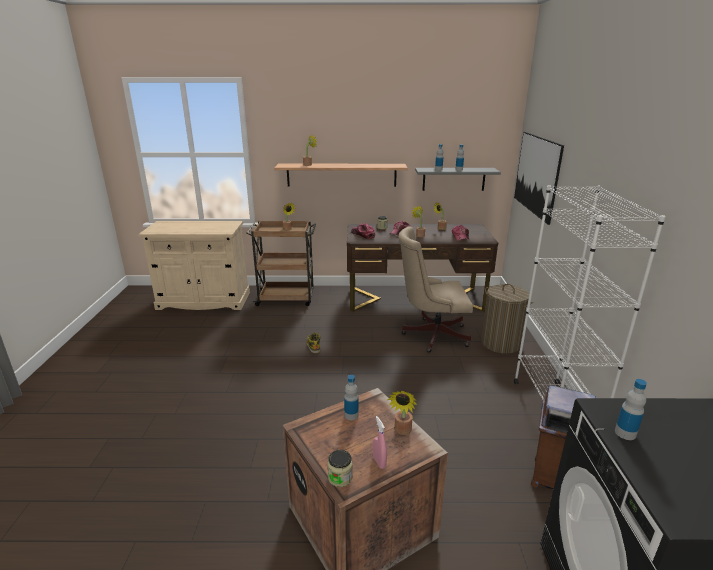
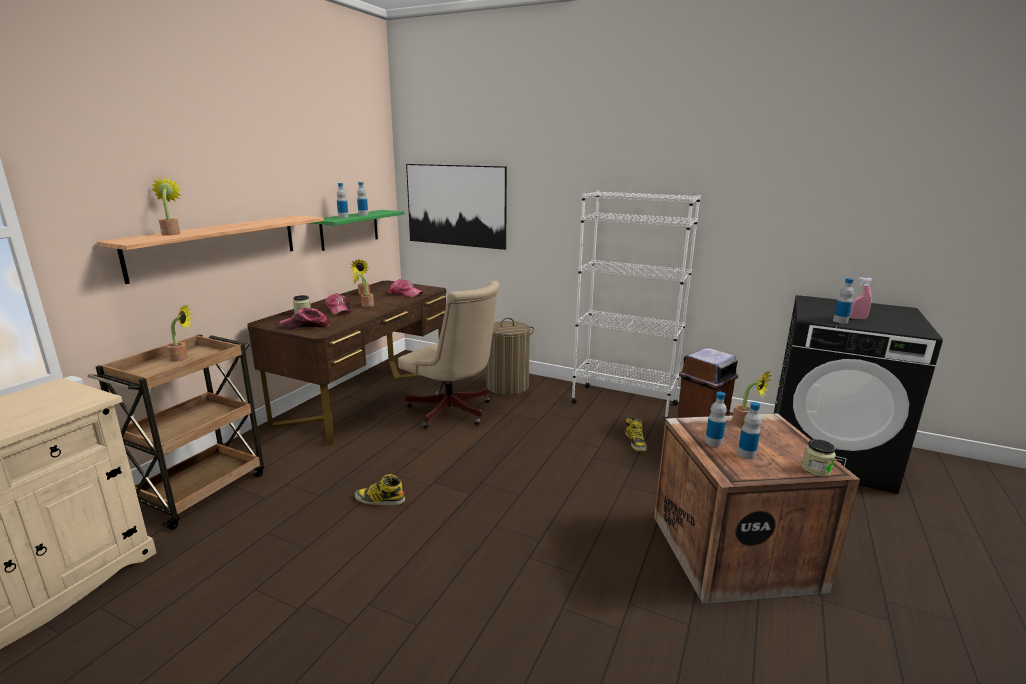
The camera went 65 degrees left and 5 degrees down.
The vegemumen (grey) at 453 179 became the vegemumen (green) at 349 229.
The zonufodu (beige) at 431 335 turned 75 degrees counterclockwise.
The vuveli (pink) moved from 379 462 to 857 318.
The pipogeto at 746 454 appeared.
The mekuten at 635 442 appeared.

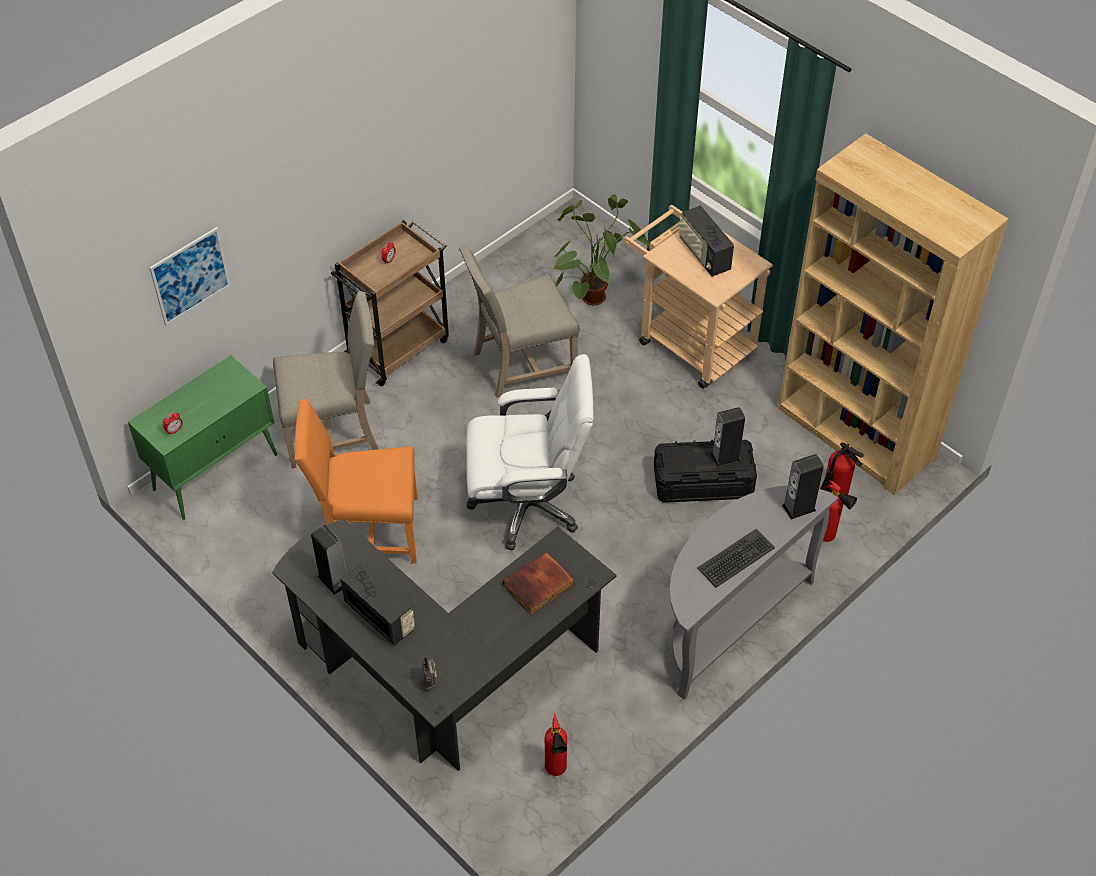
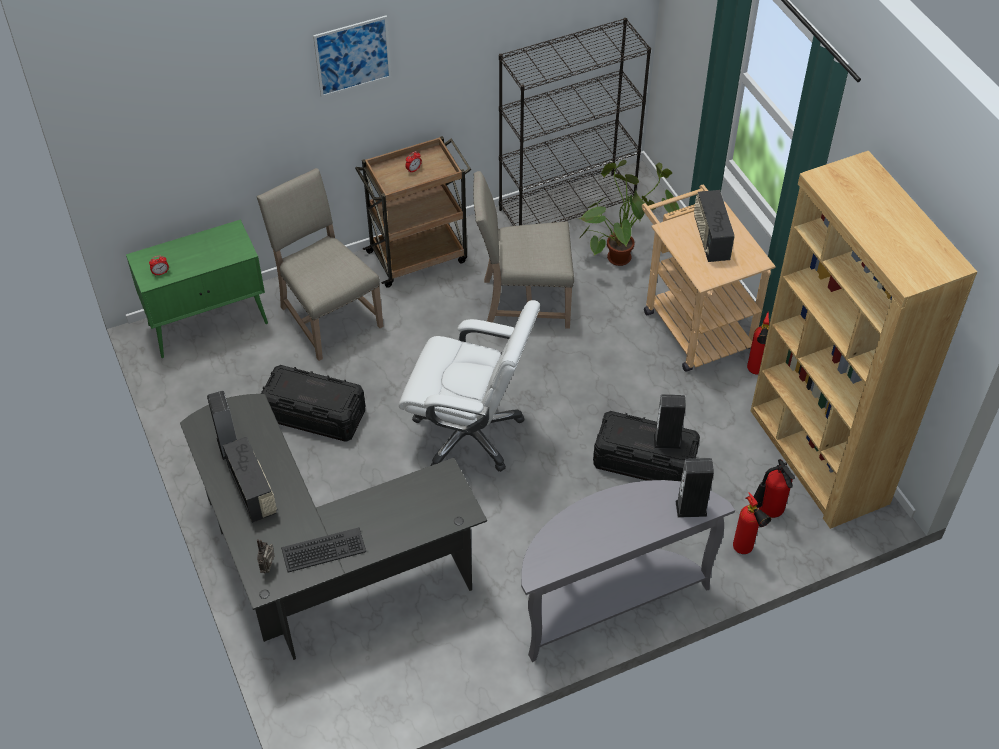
The camera went 20 degrees right and 0 degrees up.
The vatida moved from 190 276 to 353 56.
The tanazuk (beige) at 334 431 turned 135 degrees counterclockwise.
The tanazuk (orange) at 367 531 was replaced by the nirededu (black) at 314 414.
The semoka moved from 736 559 to 324 551.
The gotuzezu at 539 586 disappeared.
The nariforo moved from 556 772 to 755 372.
The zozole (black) at 567 206 appeared.

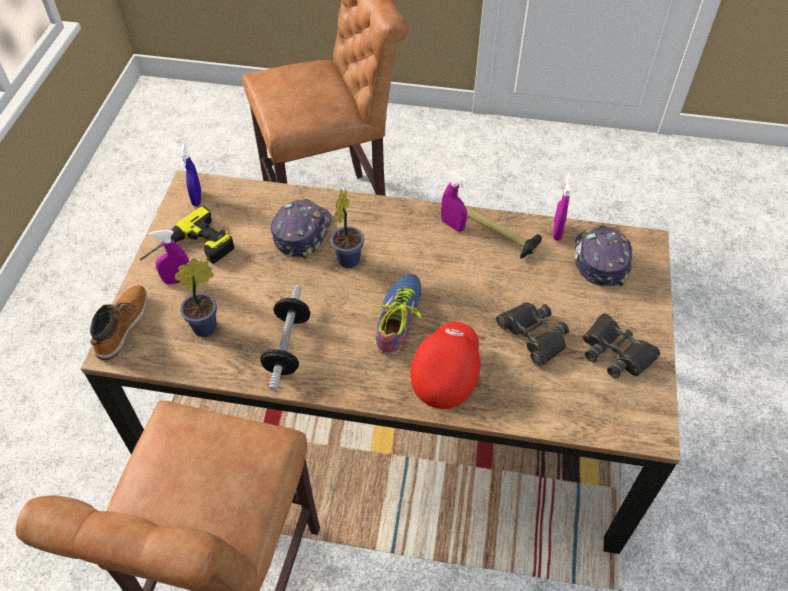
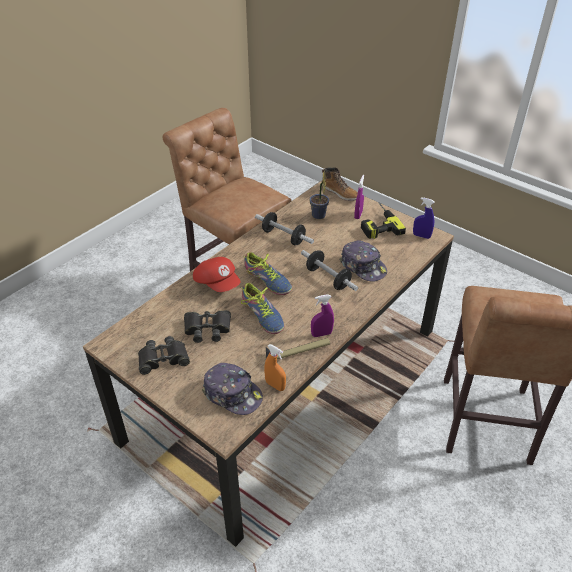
The camera went 120 degrees right and 10 degrees down.
The vuveli (purple) at 557 231 became the vuveli (orange) at 275 385.
The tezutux at 349 257 was replaced by the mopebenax at 328 278.
The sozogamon at 263 315 appeared.

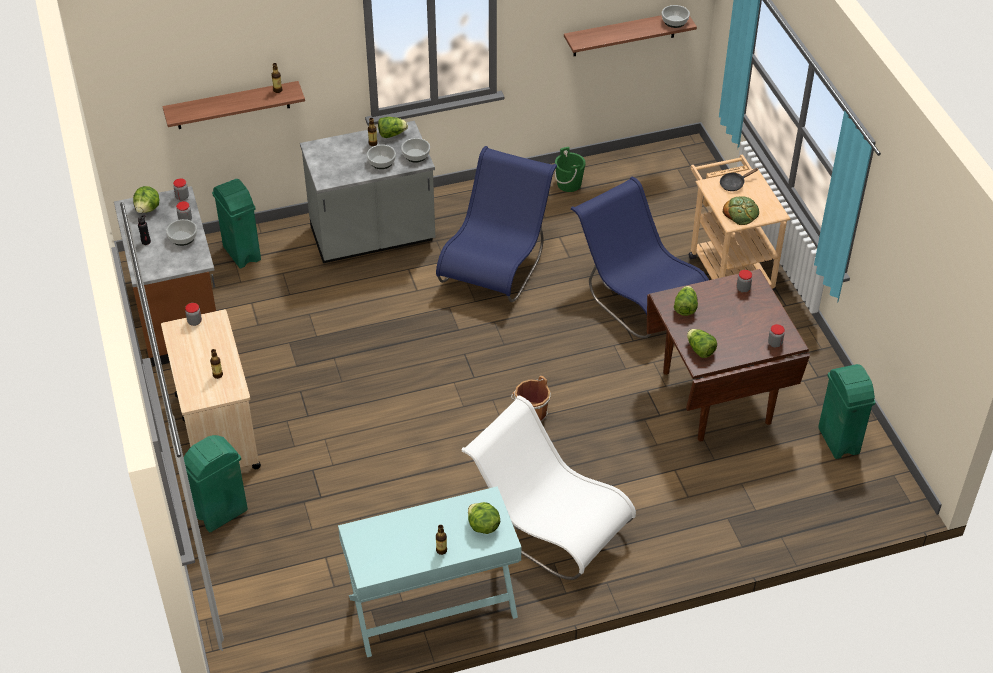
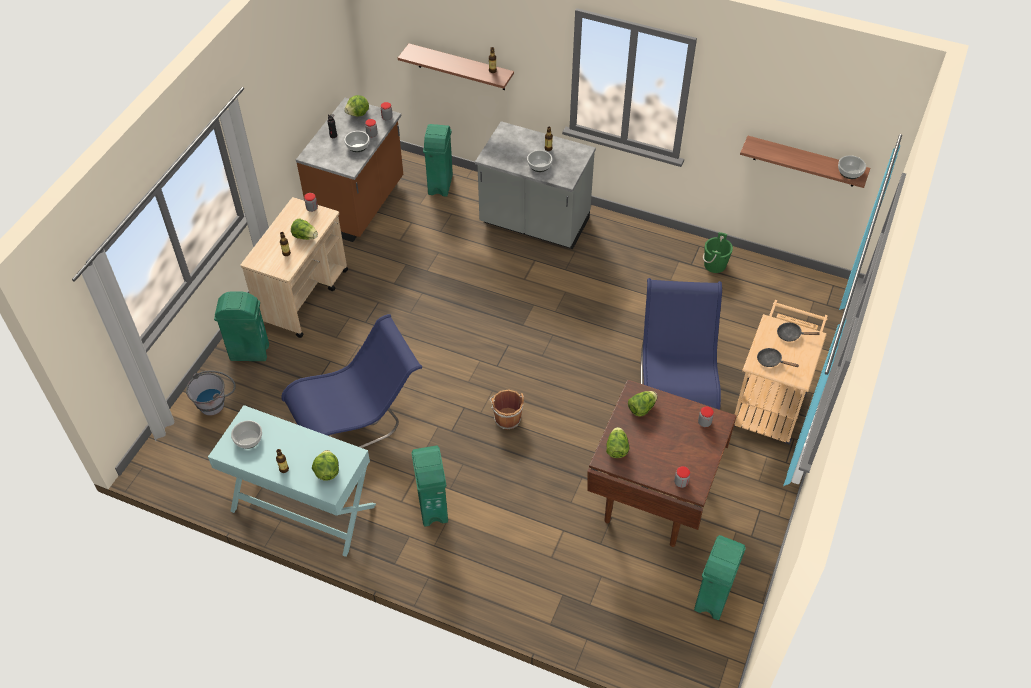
The camera went 40 degrees right and 5 degrees up.
The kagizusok moved from 392 134 to 305 236.
The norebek moved from 416 155 to 248 439.
The tanazuk (blue) moved from 496 264 to 356 417.
The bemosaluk at 741 212 was replaced by the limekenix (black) at 771 361.
The tanazuk (white) at 548 526 was replaced by the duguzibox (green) at 433 507.
The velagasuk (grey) at 216 402 appeared.

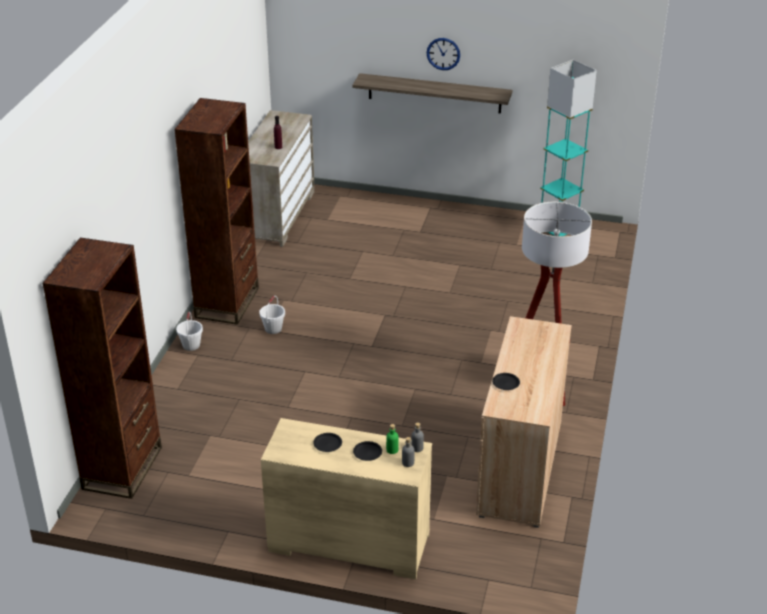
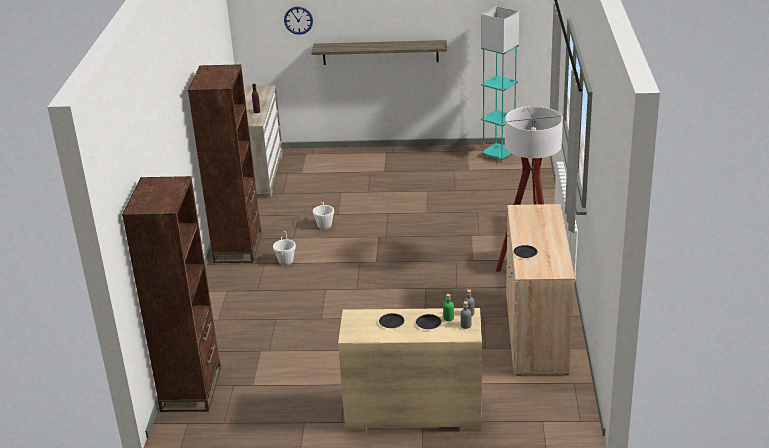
The camera went 10 degrees left and 5 degrees down.
The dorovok moved from 443 53 to 298 20.
The velagasuk (white) moved from 191 345 to 324 226.

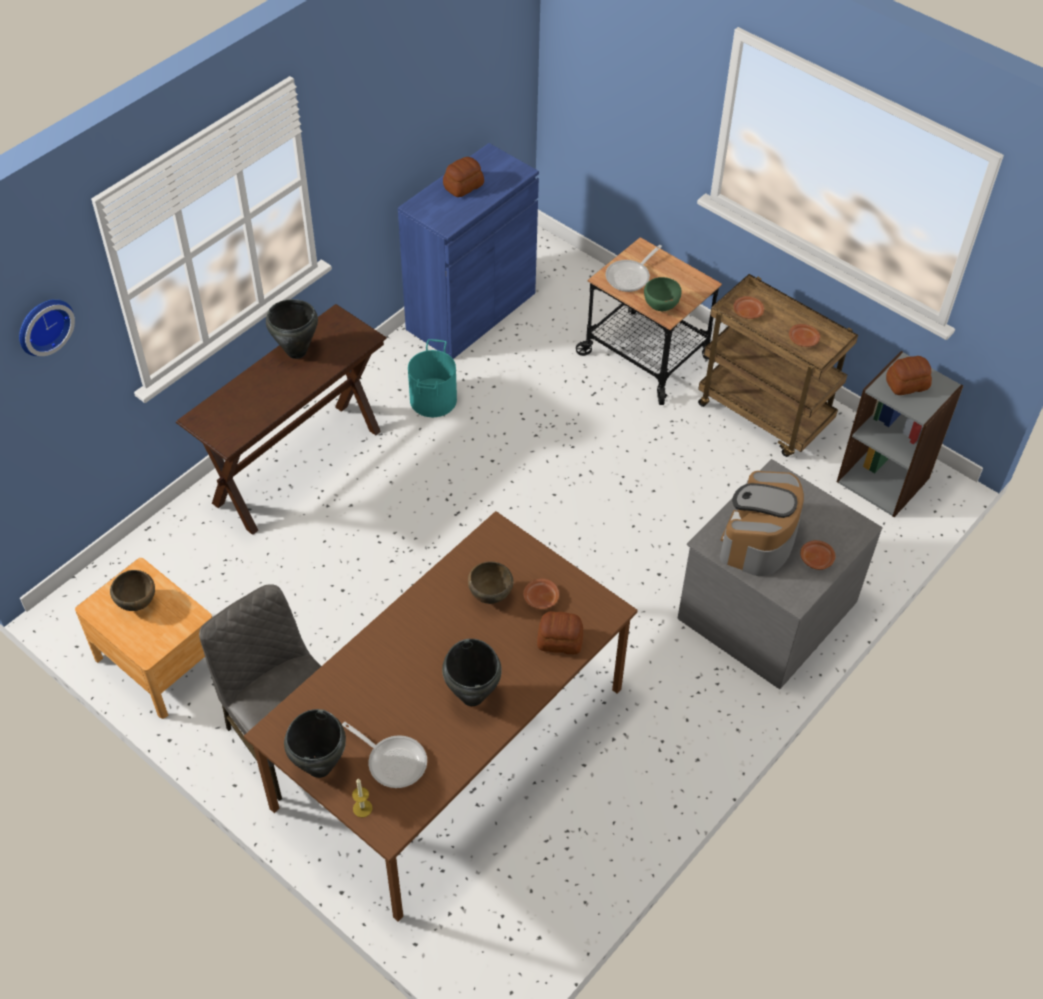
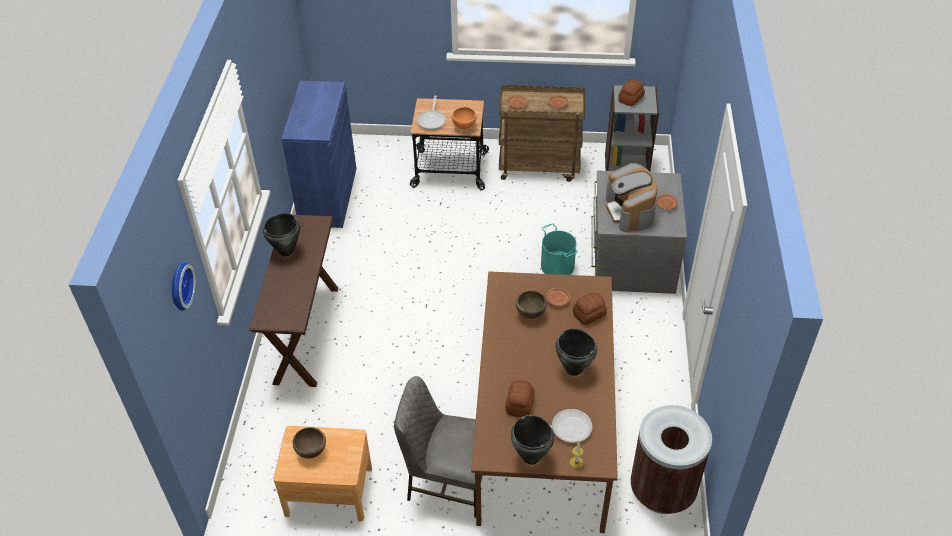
The camera went 35 degrees left and 5 degrees down.
The bemosaluk moved from 463 186 to 519 405.
The norebek (green) at 661 308 became the norebek (orange) at 464 127.
The velagasuk (turquoise) moved from 432 399 to 557 266.
The duguzibox (brown) at 662 491 appeared.

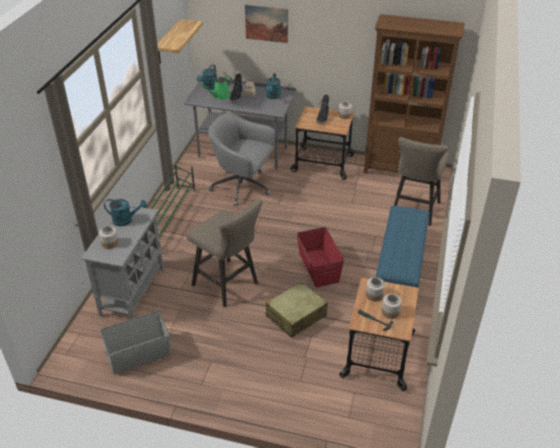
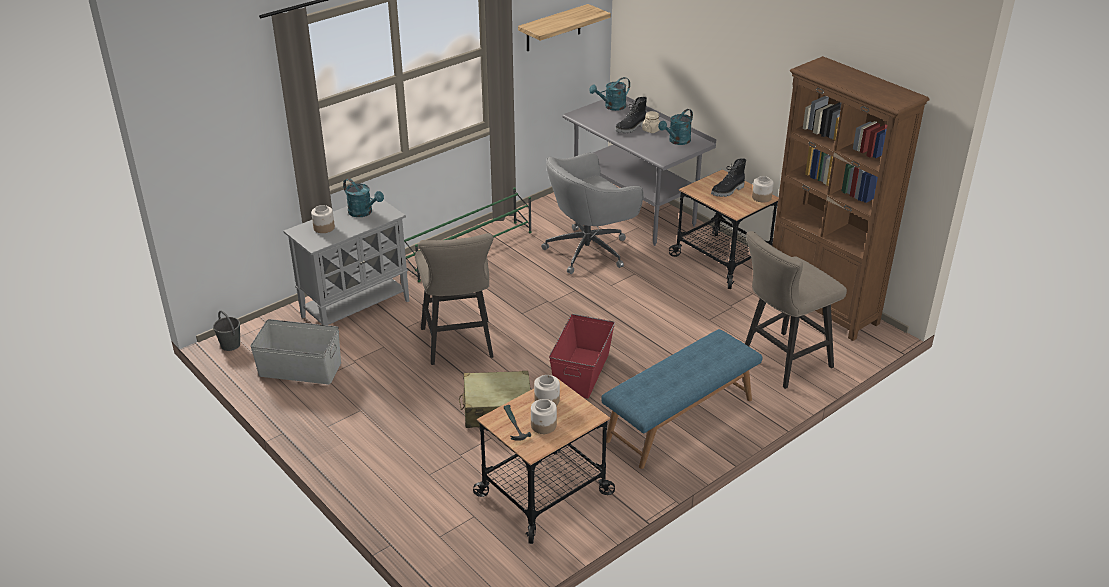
The camera went 35 degrees right and 5 degrees down.
The vatida at 266 23 disappeared.
The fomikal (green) at 220 96 disappeared.
The zonufodu (grey) at 242 187 turned 90 degrees counterclockwise.
The velagasuk (grey) at 230 345 appeared.

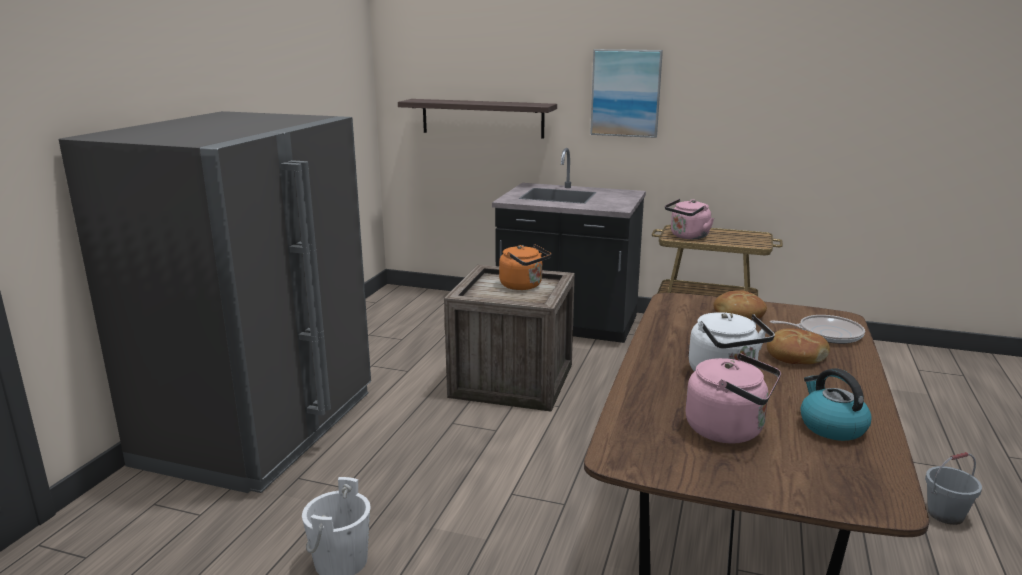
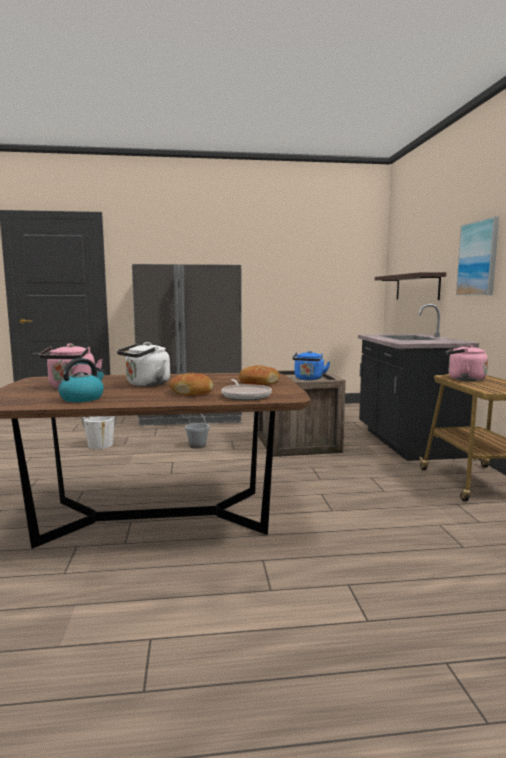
The camera went 65 degrees right and 10 degrees down.
The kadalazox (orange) at 523 286 became the kadalazox (blue) at 309 379.
The velagasuk (grey) moved from 945 514 to 197 445.

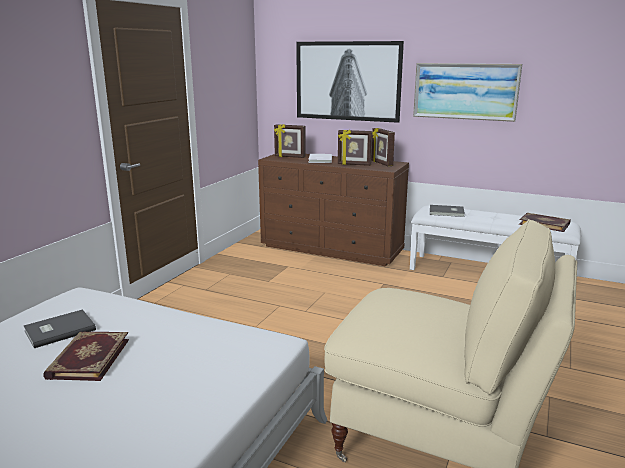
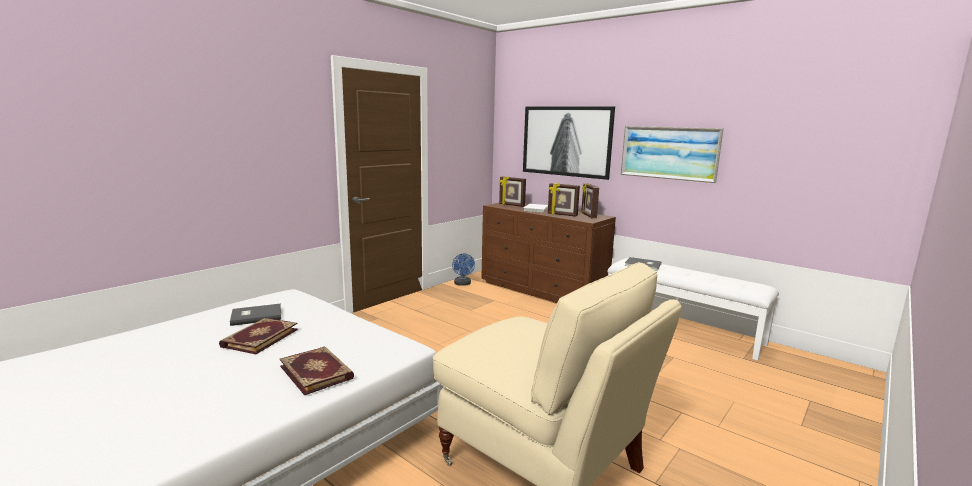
The camera went 15 degrees right and 5 degrees down.
The gotuzezu moved from 544 224 to 317 372.
The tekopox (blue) at 463 284 appeared.

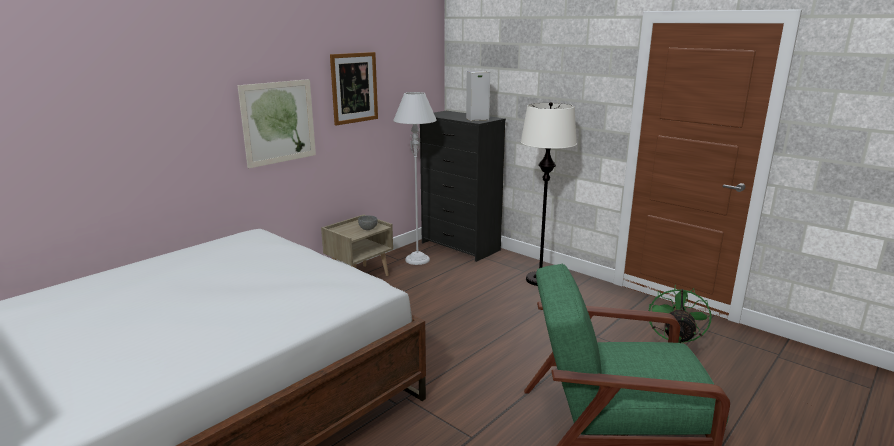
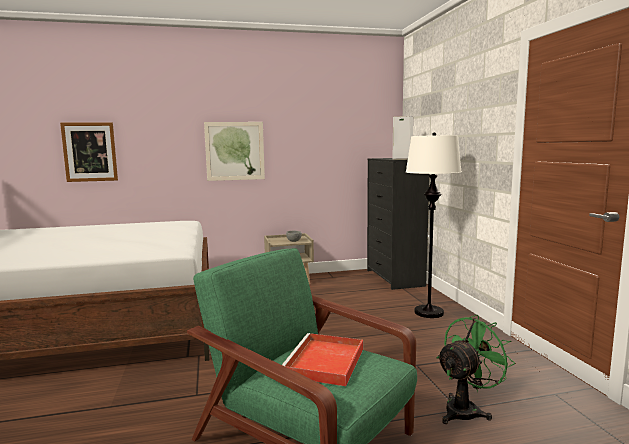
The camera went 35 degrees right and 10 degrees down.
The vatida moved from 354 88 to 90 152.
The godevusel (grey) at 417 259 disappeared.
The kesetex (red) at 325 363 appeared.

